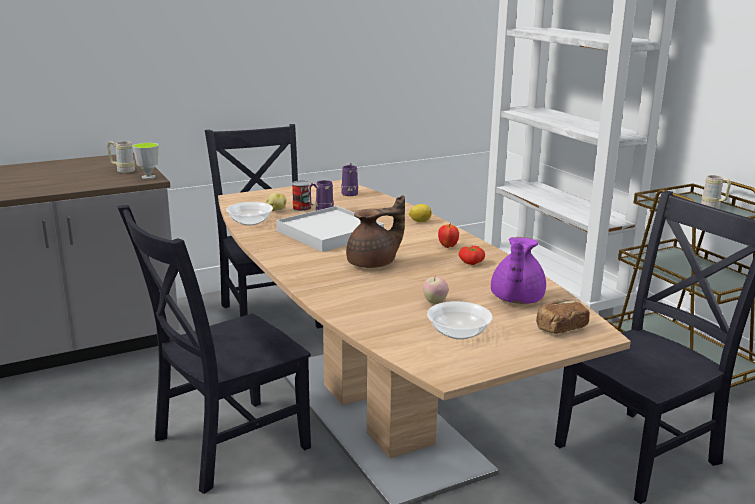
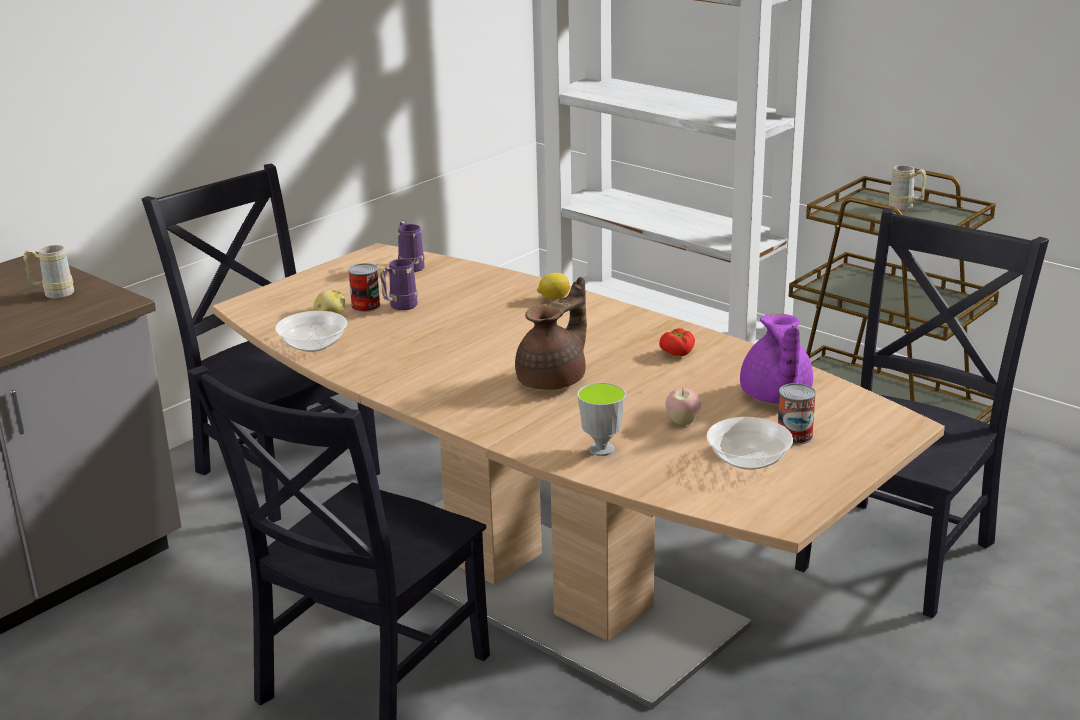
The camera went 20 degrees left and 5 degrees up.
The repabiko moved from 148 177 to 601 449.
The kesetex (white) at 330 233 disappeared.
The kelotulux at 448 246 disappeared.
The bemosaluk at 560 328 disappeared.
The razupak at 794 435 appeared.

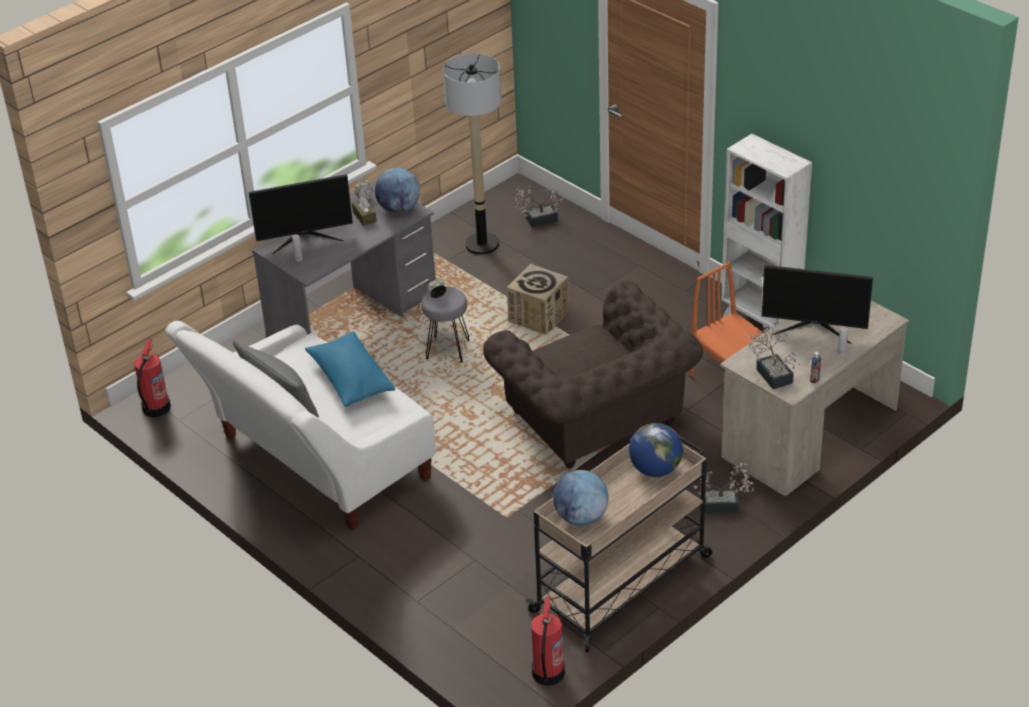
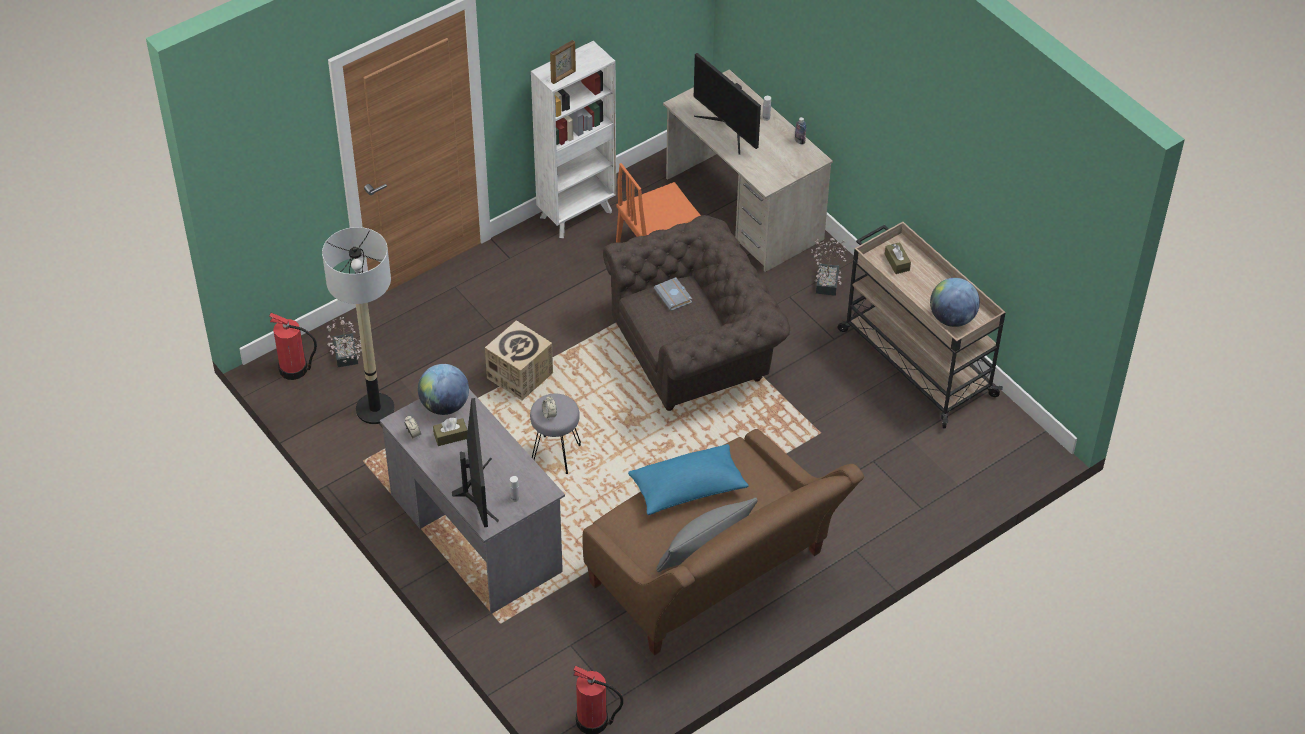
The camera went 85 degrees left and 10 degrees up.
The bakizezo at 814 328 turned 120 degrees clockwise.
The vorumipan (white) at 315 464 became the vorumipan (brown) at 715 578.
The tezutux at 772 373 disappeared.
The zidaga at 655 469 was replaced by the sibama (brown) at 897 262.
The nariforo moved from 547 674 to 294 369.
The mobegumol at 563 77 appeared.
The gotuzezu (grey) at 674 296 appeared.

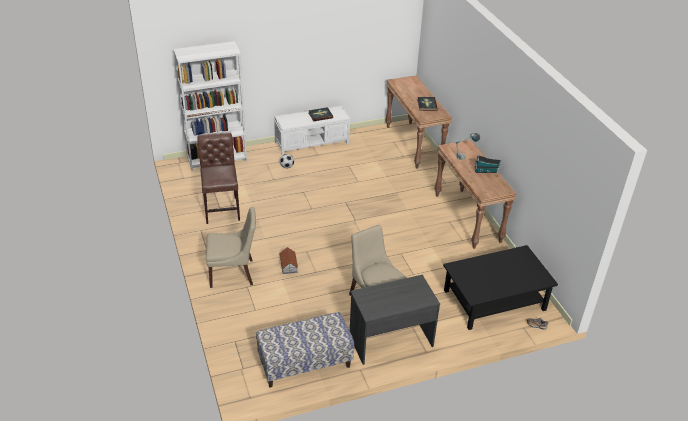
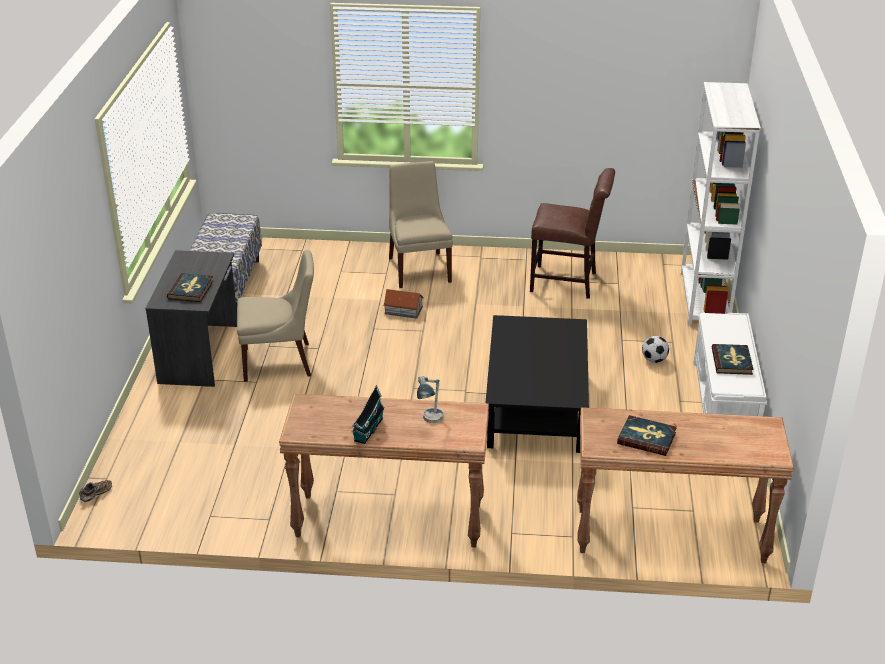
The camera went 115 degrees right and 5 degrees down.
The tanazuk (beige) at 233 273 turned 150 degrees clockwise.
The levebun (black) moved from 494 300 to 535 407.
The gotuzezu at 191 290 appeared.

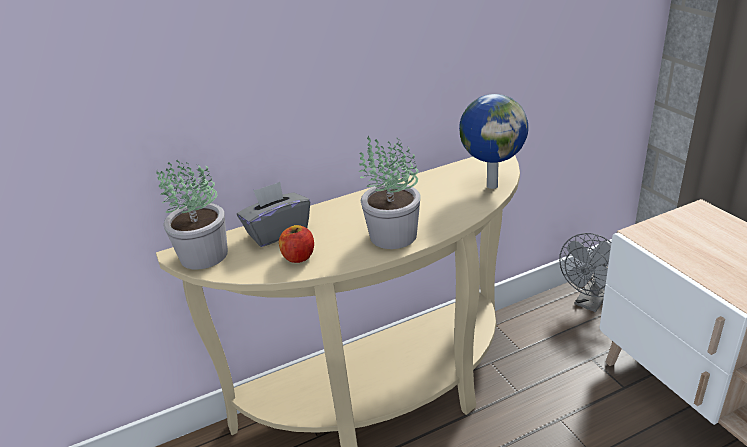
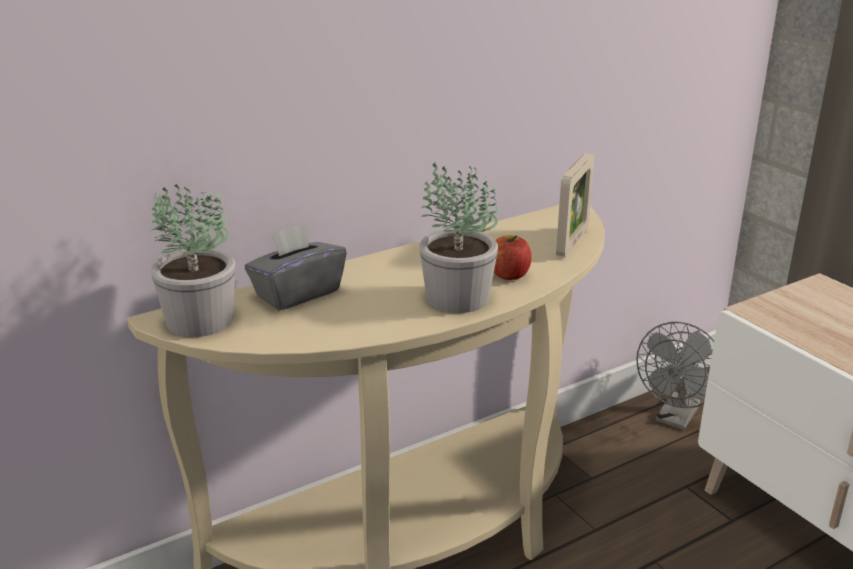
The camera went 10 degrees left and 5 degrees down.
The zidaga at 492 185 was replaced by the mobegumol at 572 242.
The kelotulux moved from 298 257 to 509 275.

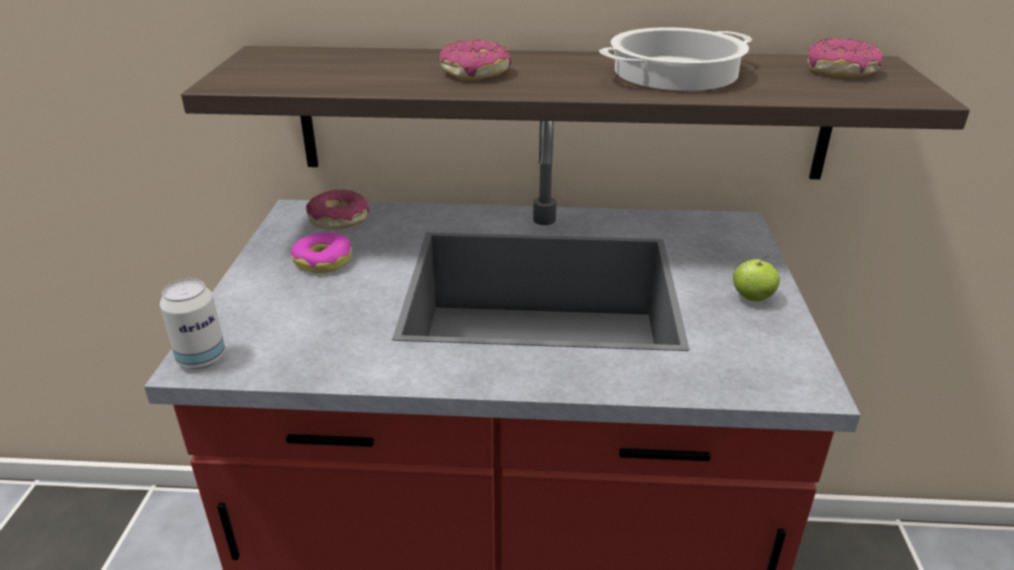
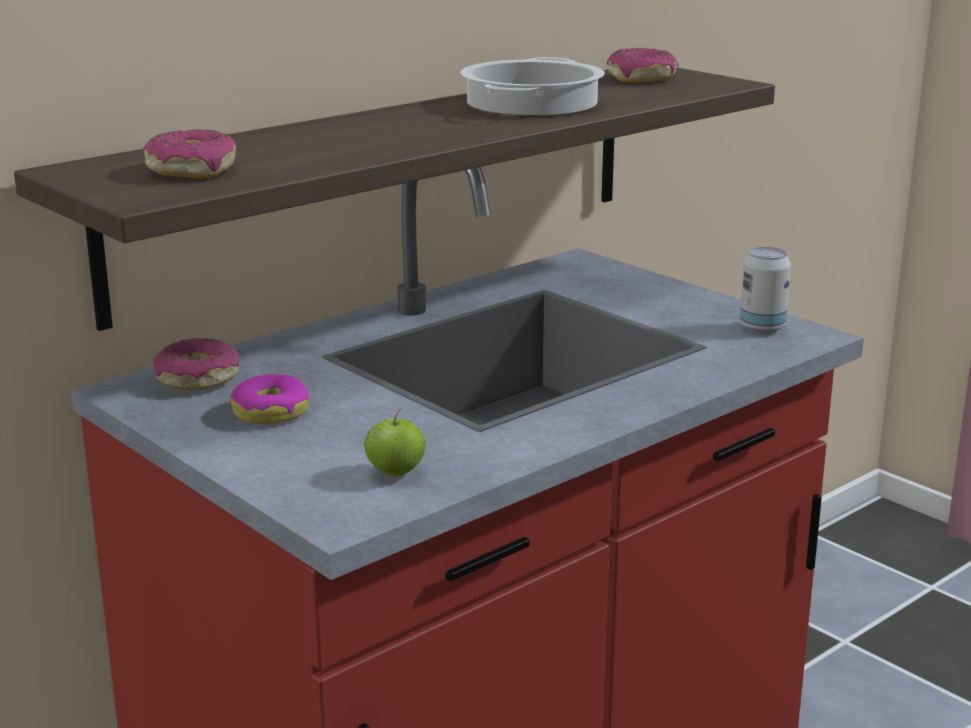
The camera went 45 degrees left and 10 degrees down.
The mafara moved from 475 72 to 192 170.
The kelotulux moved from 752 298 to 395 473.
The razupak moved from 202 358 to 762 328.

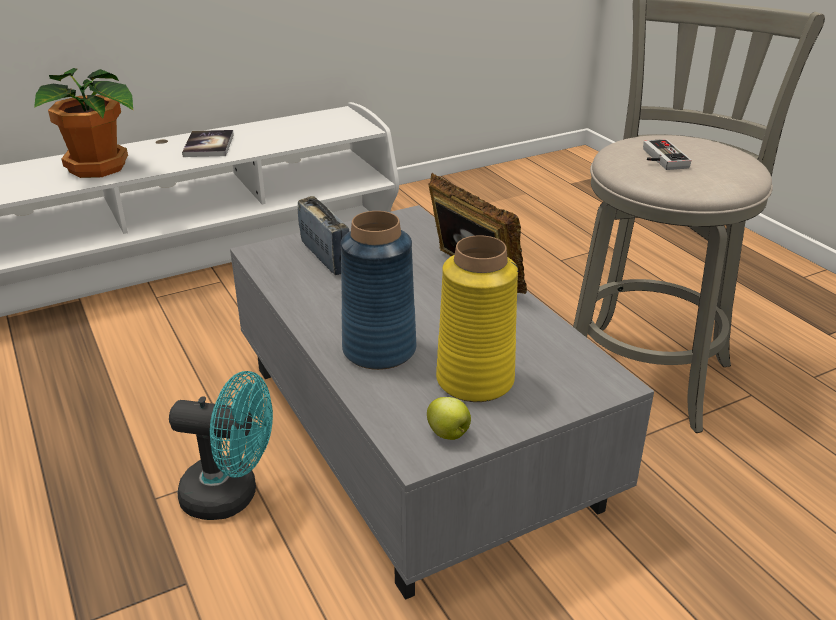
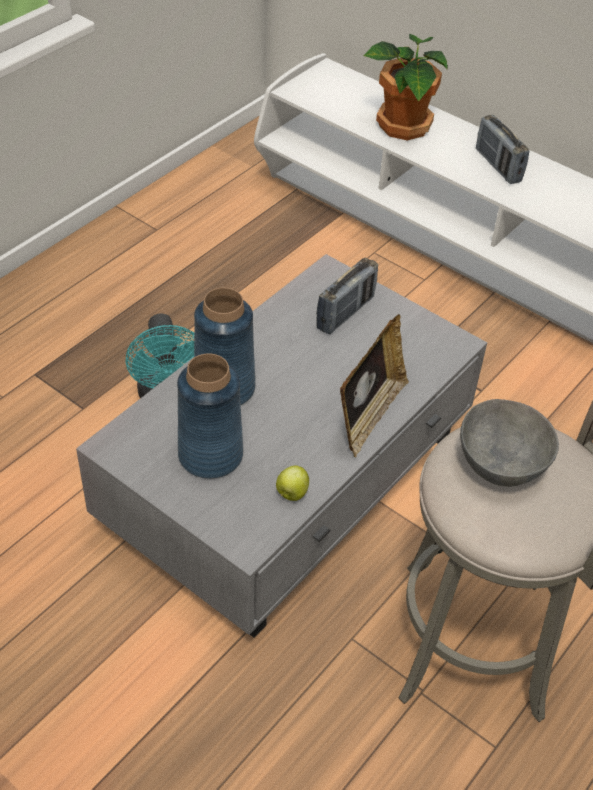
The camera went 65 degrees right and 15 degrees up.
The gotuzezu at 209 145 was replaced by the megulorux at 498 166.
The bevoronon at 659 158 was replaced by the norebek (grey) at 501 463.
The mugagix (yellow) at 474 380 became the mugagix (blue) at 210 455.
The kelotulux moved from 449 434 to 291 494.

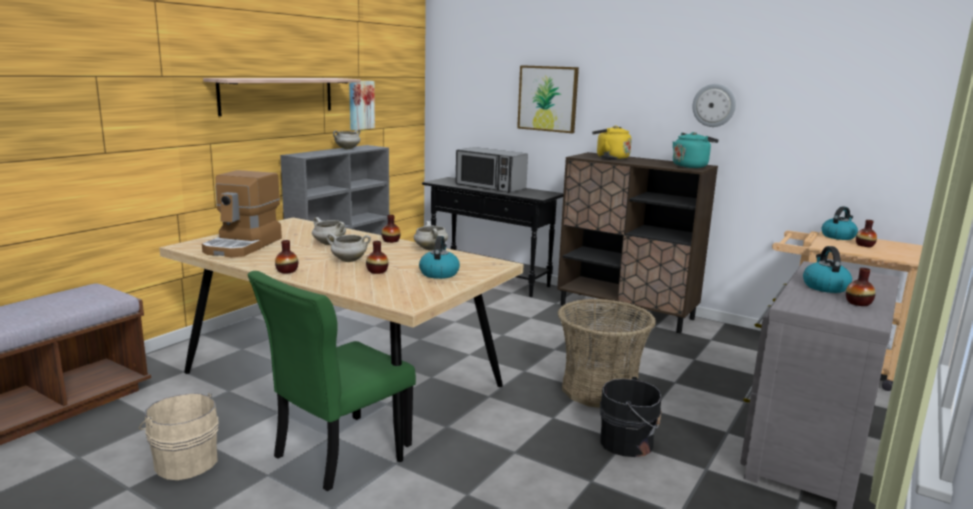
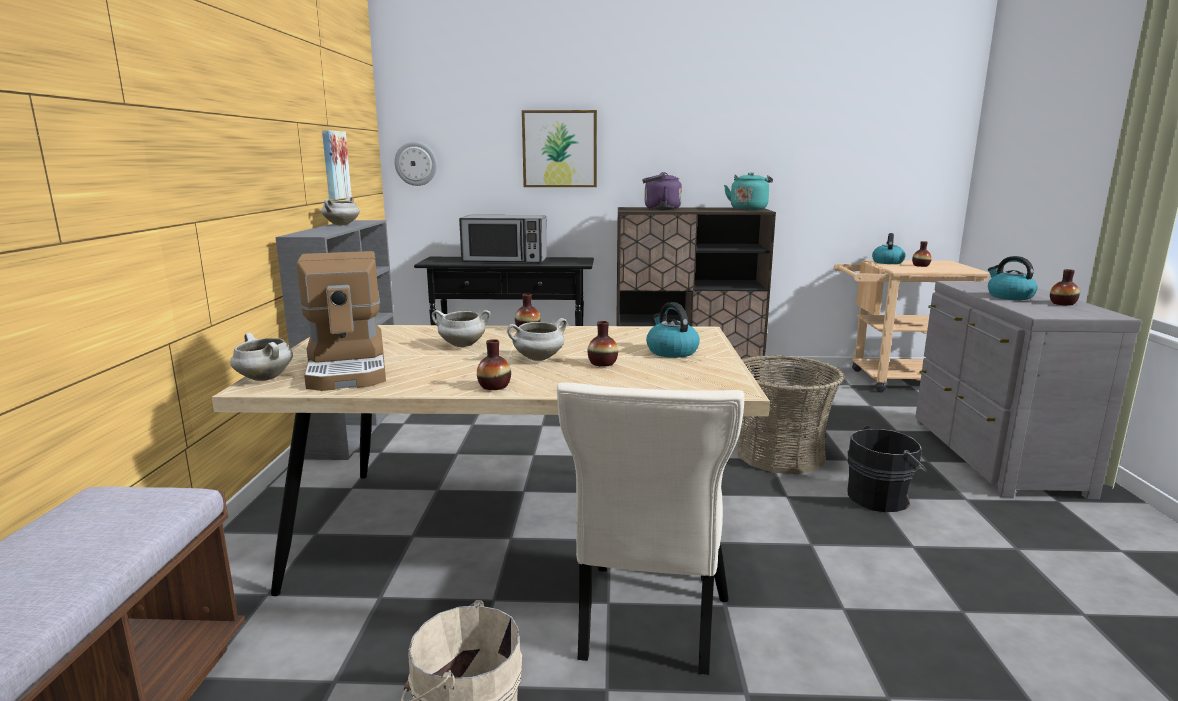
The camera went 30 degrees left and 0 degrees up.
The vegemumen at 278 95 disappeared.
The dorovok moved from 714 105 to 416 163.
The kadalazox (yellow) at 610 158 became the kadalazox (purple) at 659 209.
The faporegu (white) moved from 430 249 to 263 378.
The tanazuk (green) at 338 453 became the tanazuk (beige) at 646 620.

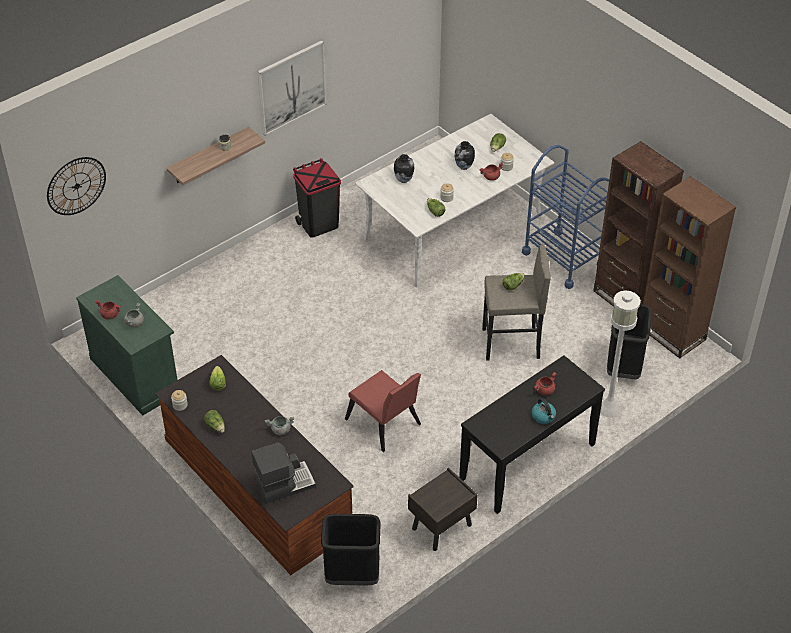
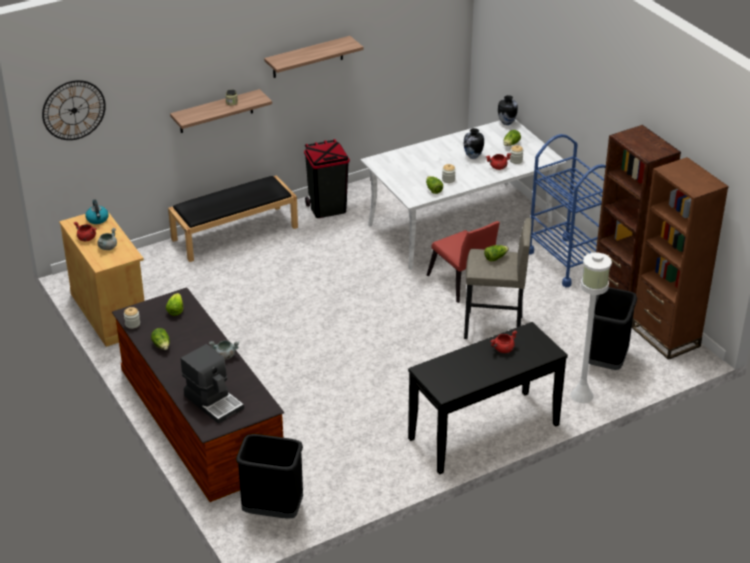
The camera went 10 degrees right and 10 degrees down.
The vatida at 291 87 was replaced by the vegemumen at 308 57.
The mugagix moved from 403 180 to 506 123.
The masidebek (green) at 135 375 became the masidebek (beige) at 110 312.
The tanazuk (red) moved from 385 425 to 463 283.
The kadalazox moved from 543 416 to 97 219.
The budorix at 284 483 turned 60 degrees clockwise.
The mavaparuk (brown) at 441 527 disappeared.
The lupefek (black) at 235 233 appeared.

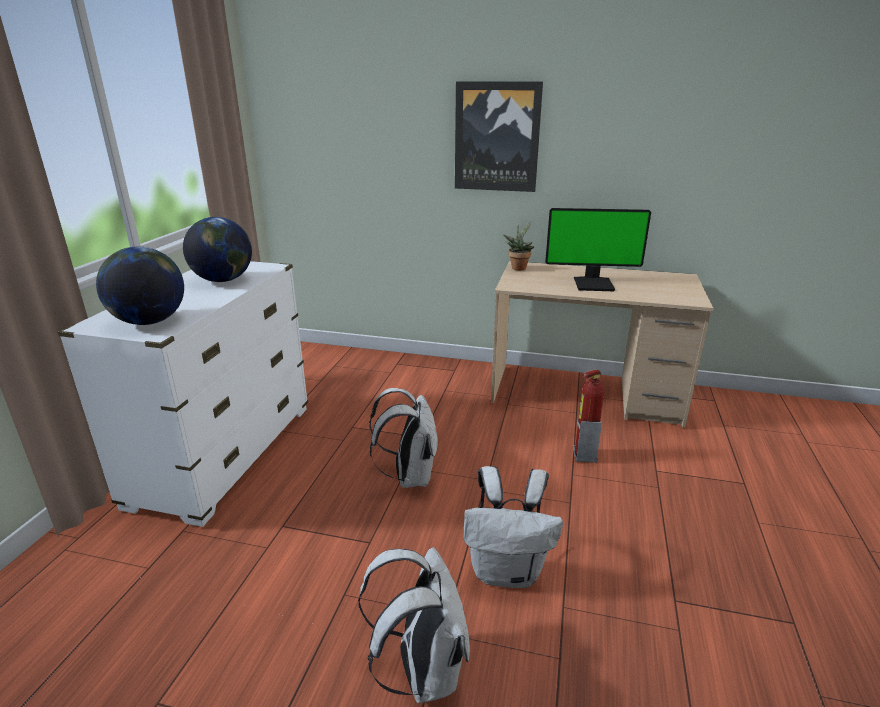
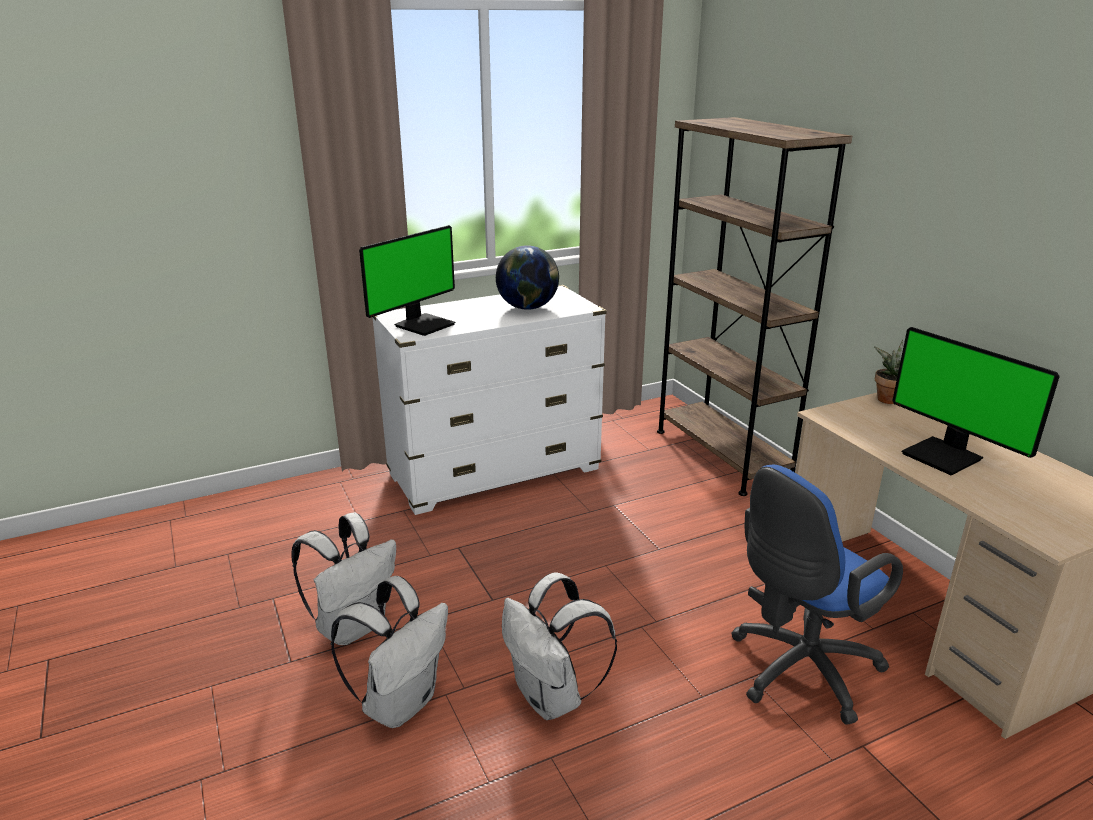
The camera went 50 degrees right and 0 degrees up.
The vatida at 497 137 disappeared.
The zidaga at 149 321 was replaced by the bakizezo at 423 324.
The nariforo at 583 455 was replaced by the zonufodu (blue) at 798 671.
The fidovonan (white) moved from 409 476 to 353 626.
The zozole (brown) at 722 454 appeared.

